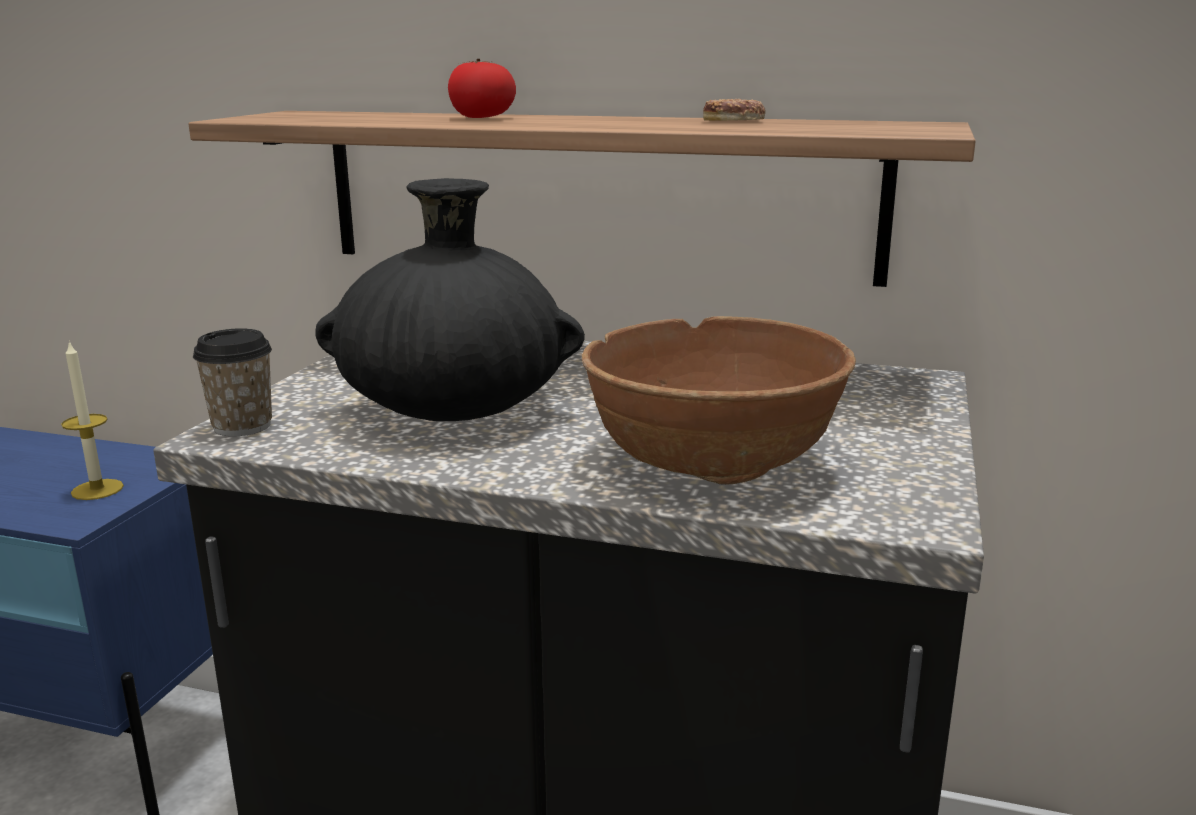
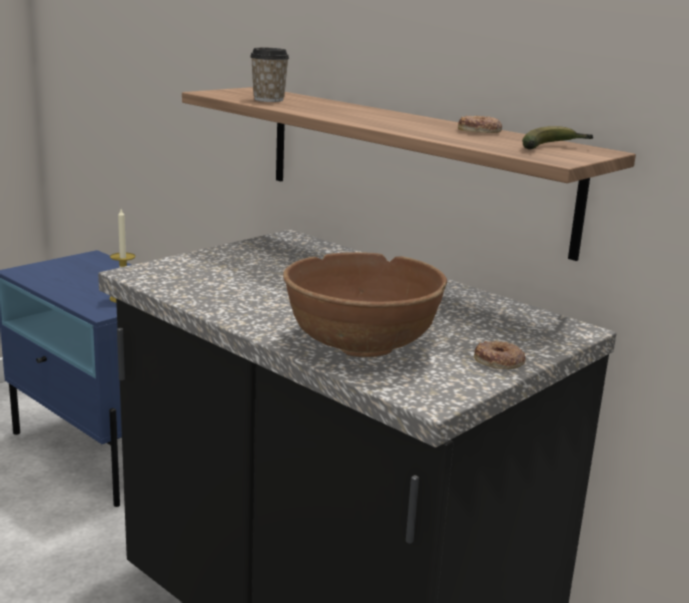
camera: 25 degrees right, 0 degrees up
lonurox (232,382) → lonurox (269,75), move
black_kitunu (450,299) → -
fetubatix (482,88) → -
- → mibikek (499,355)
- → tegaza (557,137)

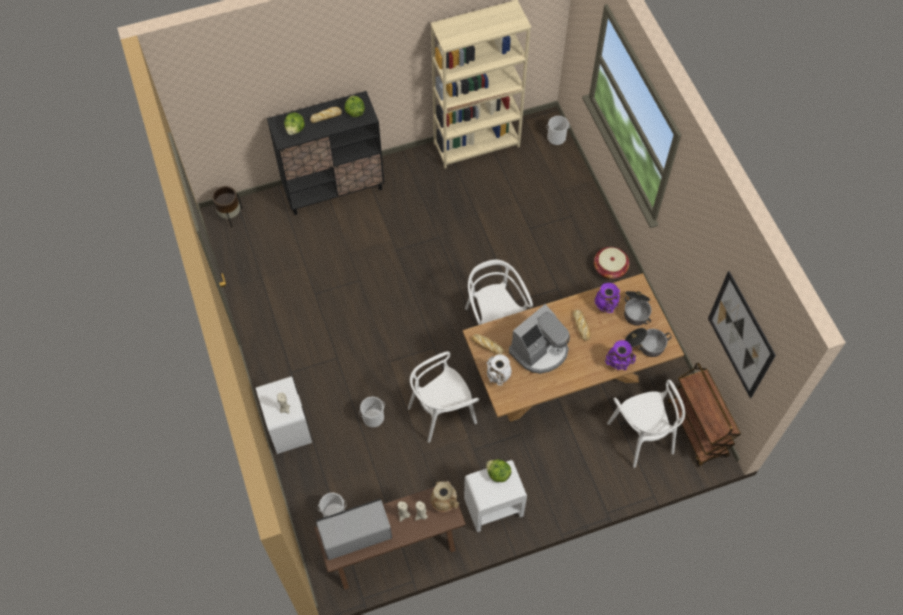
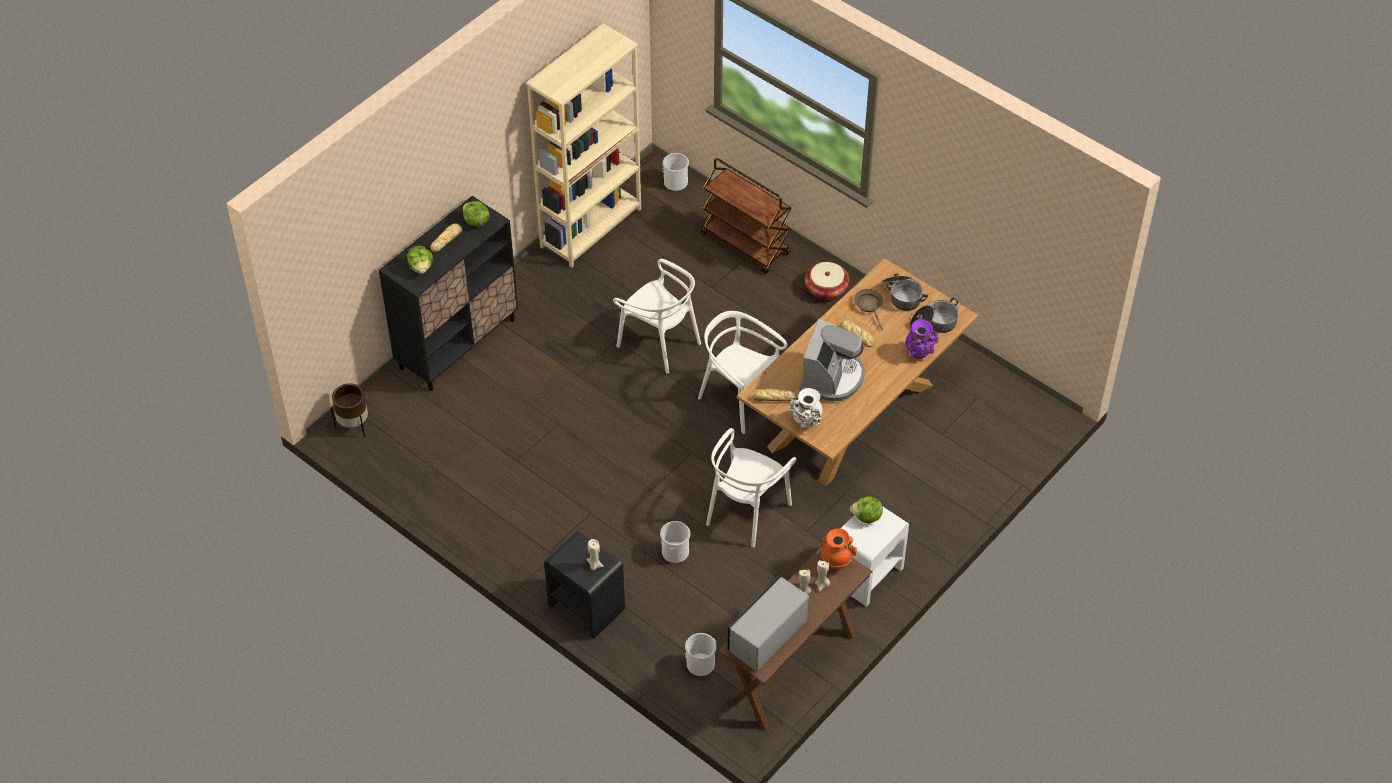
camera: 30 degrees left, 10 degrees down
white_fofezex (284,415) → black_fofezex (584,585)
beige_kitunu (445,496) → orange_kitunu (838,548)
purple_kitunu (607,298) → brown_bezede (868,309)
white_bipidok (646,424) → white_bipidok (657,316), move
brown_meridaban (704,415) → brown_meridaban (746,216), move
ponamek (742,334) → -

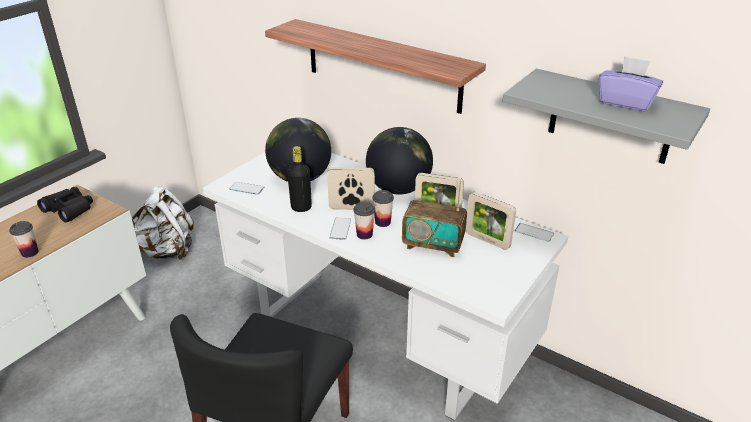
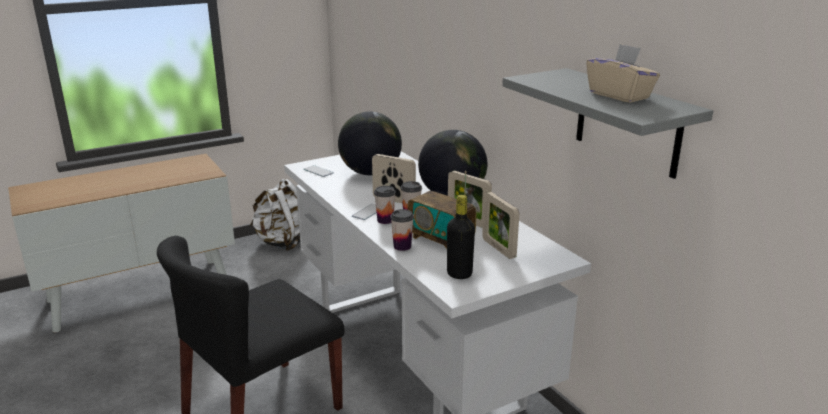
camera: 25 degrees right, 10 degrees down
lonurox (24,239) → lonurox (402,230), move
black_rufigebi (65,204) → -
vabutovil (375,66) → -
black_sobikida (299,179) → black_sobikida (461,237), move
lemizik (534,232) → -
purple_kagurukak (631,84) → beige_kagurukak (623,73)

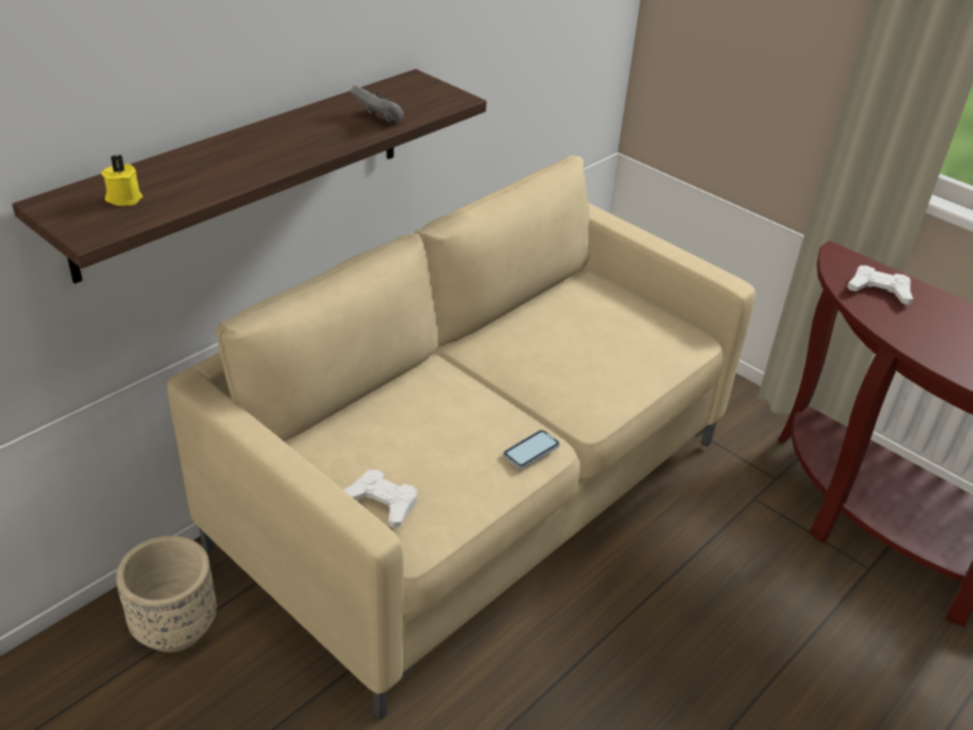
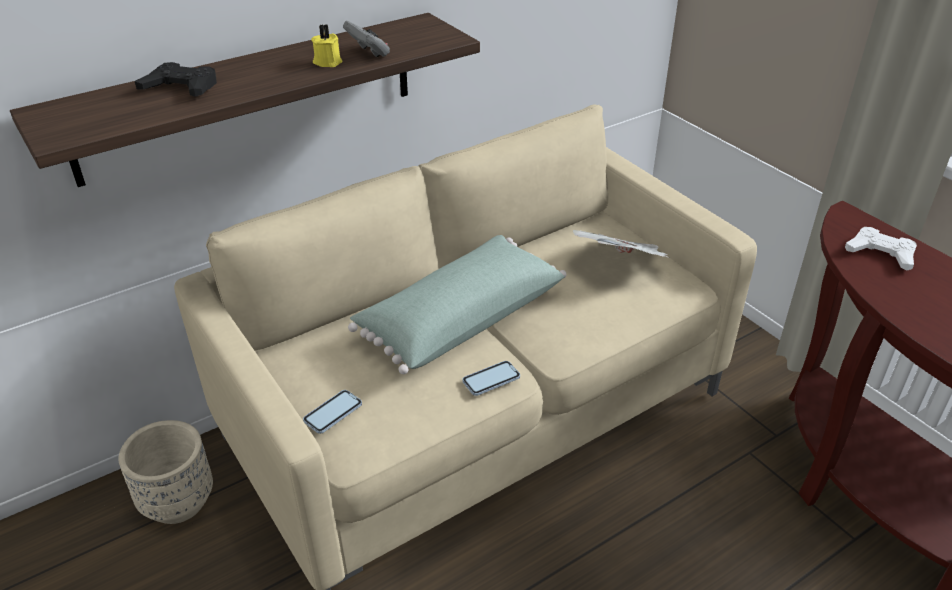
camera: 15 degrees right, 0 degrees up
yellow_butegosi (122,180) → yellow_butegosi (326,45), move
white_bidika (380,498) → lemizik (332,412)
- → black_bidika (176,79)
- → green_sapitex (457,304)
- → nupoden (621,244)

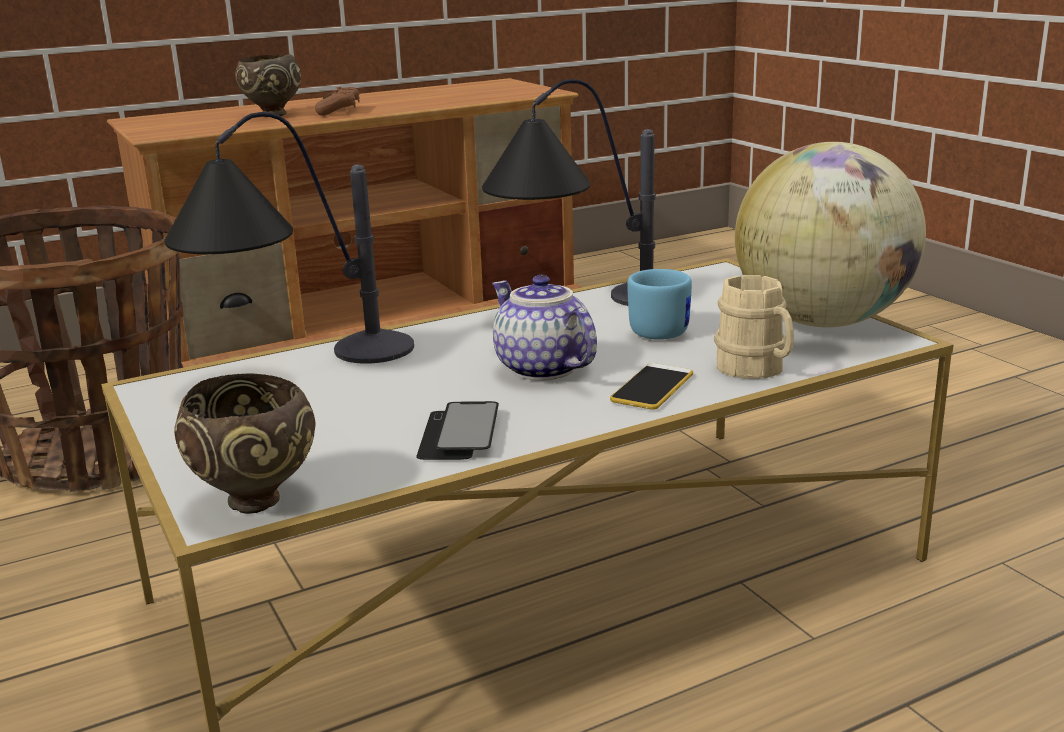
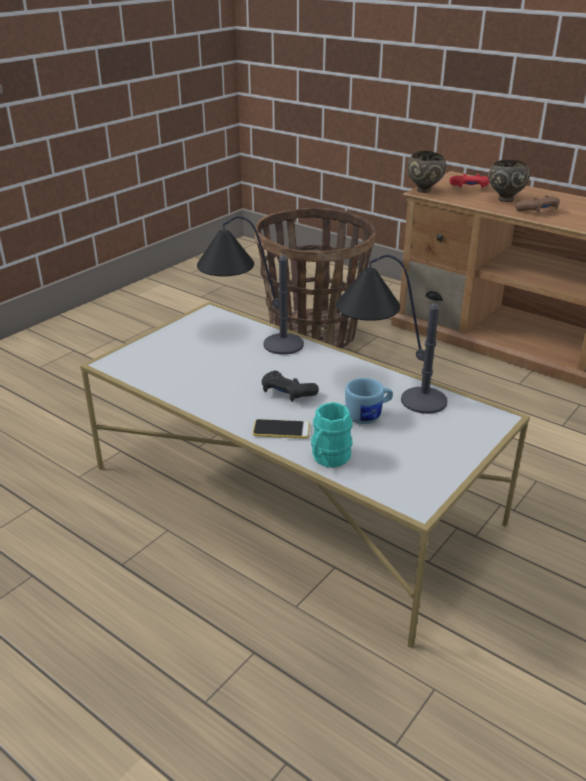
camera: 65 degrees right, 10 degrees up
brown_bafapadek (245,443) → brown_bafapadek (427,172), move
lemizik (457,430) → -
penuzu (544,327) → black_bidika (290,386)
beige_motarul (754,327) → turquoise_motarul (332,435)
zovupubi (830,234) → -
- → red_bidika (469,181)

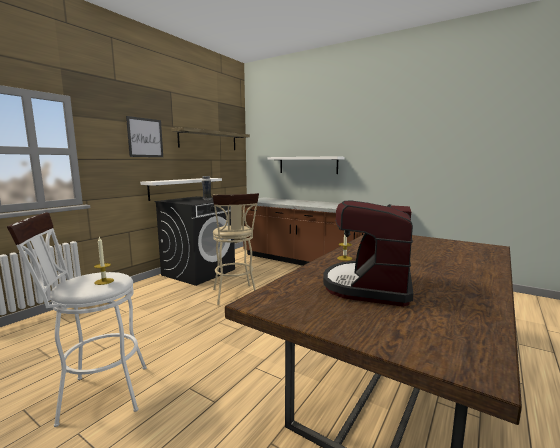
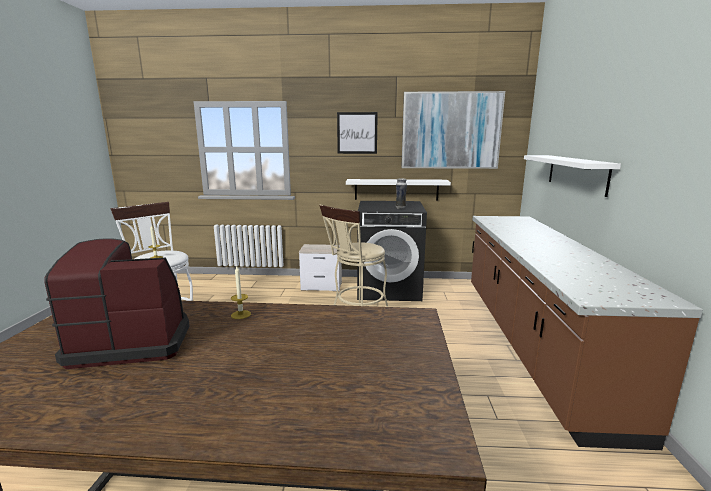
camera: 60 degrees right, 5 degrees up
vabutovil (210,138) → ponamek (453,130)
- → fofezex (320,267)

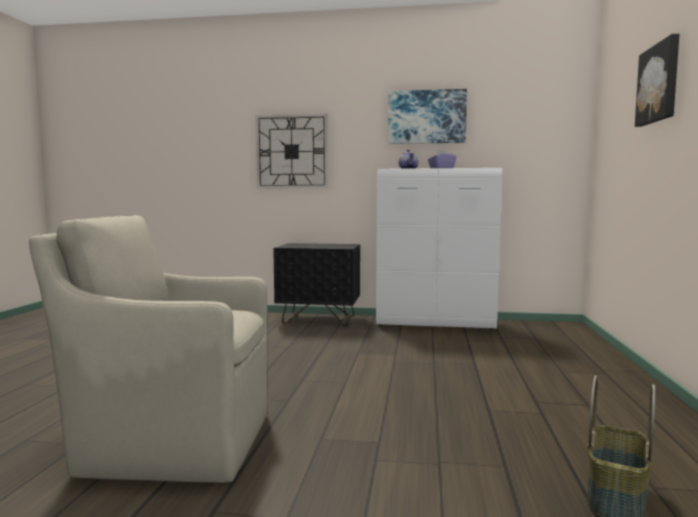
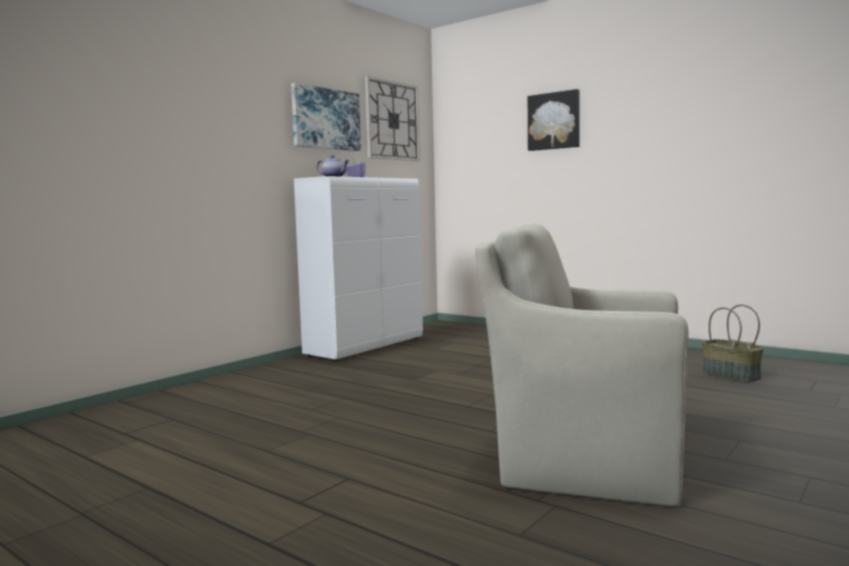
camera: 60 degrees left, 0 degrees up
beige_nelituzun (148,349) → beige_nelituzun (582,365), 75 degrees clockwise
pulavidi (291,151) → pulavidi (392,118), move
black_fofezex (316,284) → -

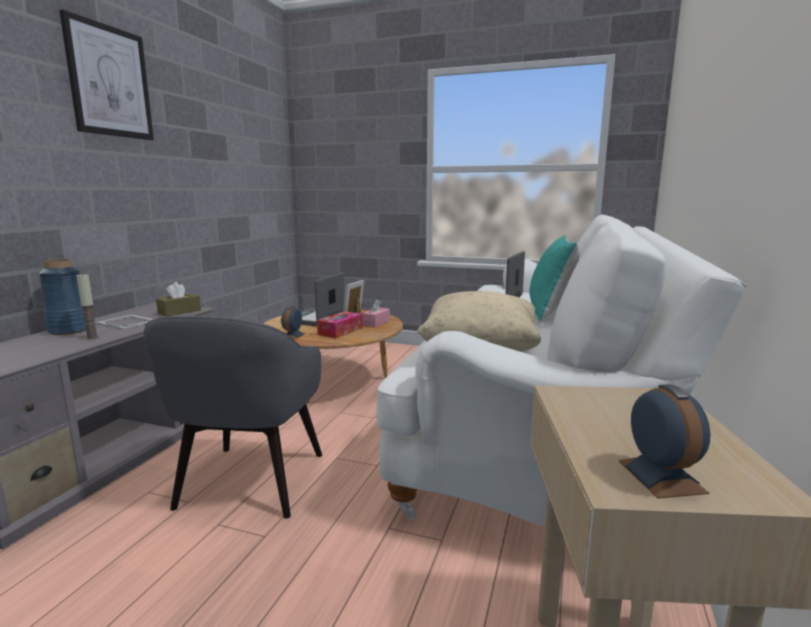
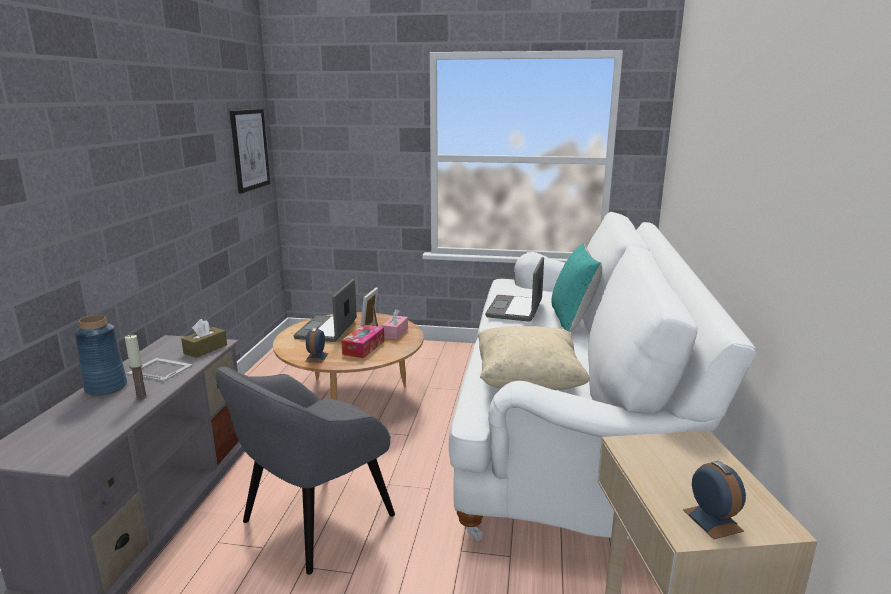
camera: 10 degrees left, 5 degrees up
ponamek (106,74) → ponamek (250,151), move
grey_nelituzun (232,417) → grey_nelituzun (305,471), 45 degrees clockwise

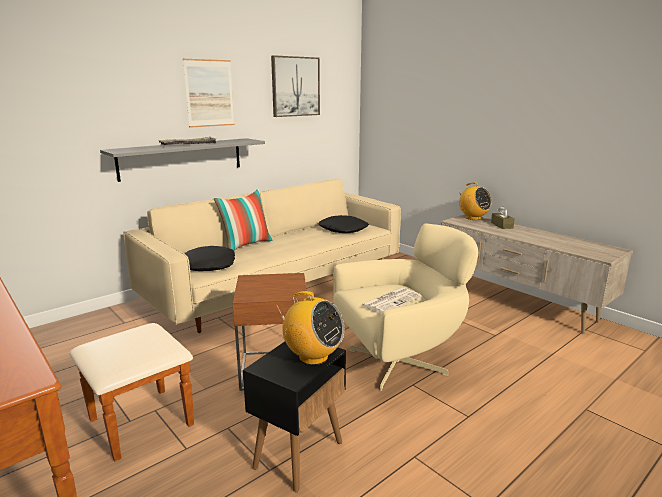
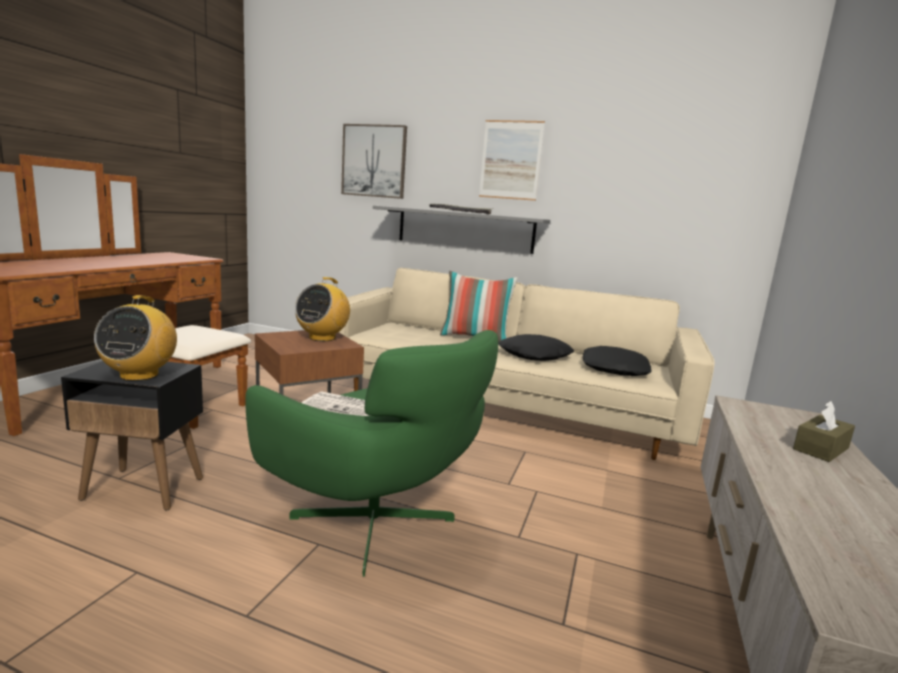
camera: 60 degrees right, 5 degrees down
black_sapitex (210,258) → black_sapitex (536,347), move
ponamek (295,86) → ponamek (374,161), move
beige_nelituzun (405,307) → green_nelituzun (372,453)
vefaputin (475,201) → vefaputin (322,309), move

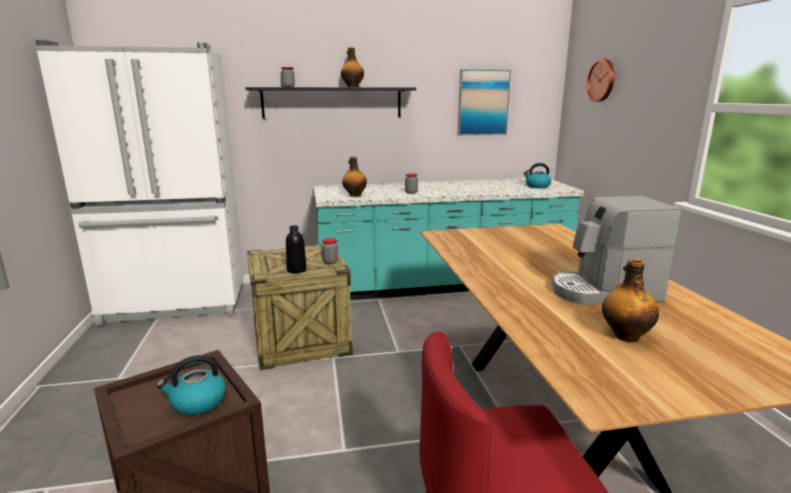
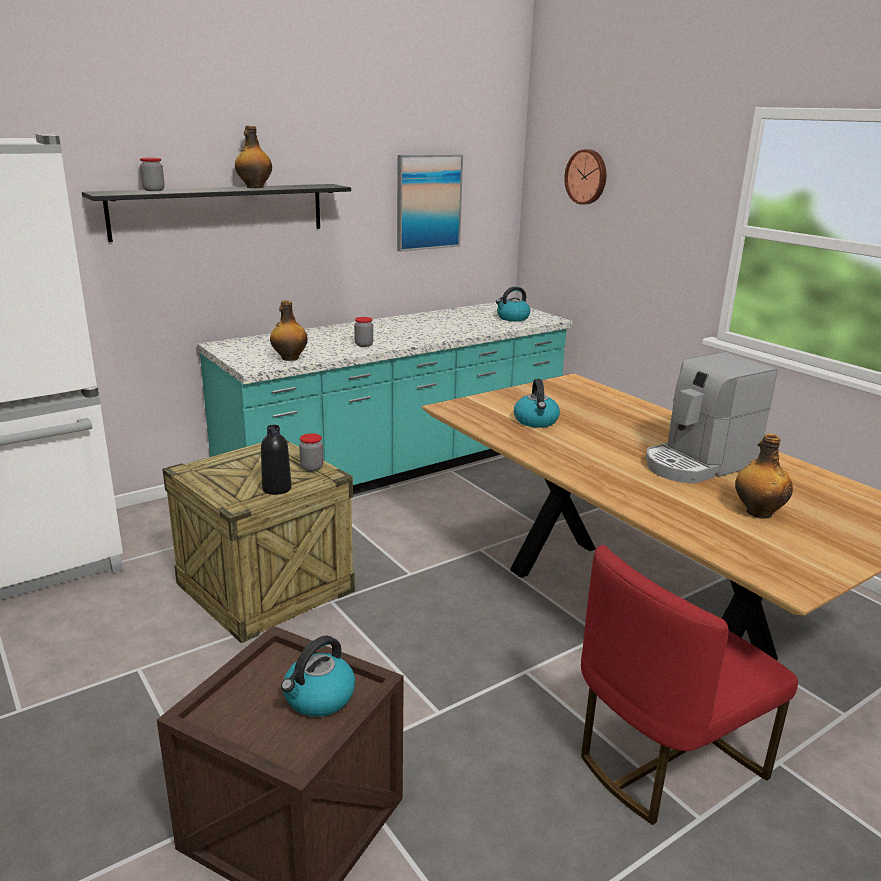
camera: 25 degrees left, 5 degrees up
- → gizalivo (537,403)

